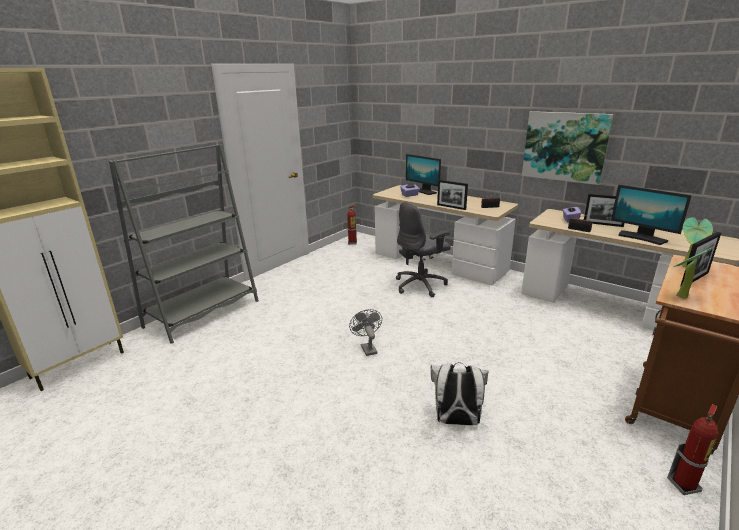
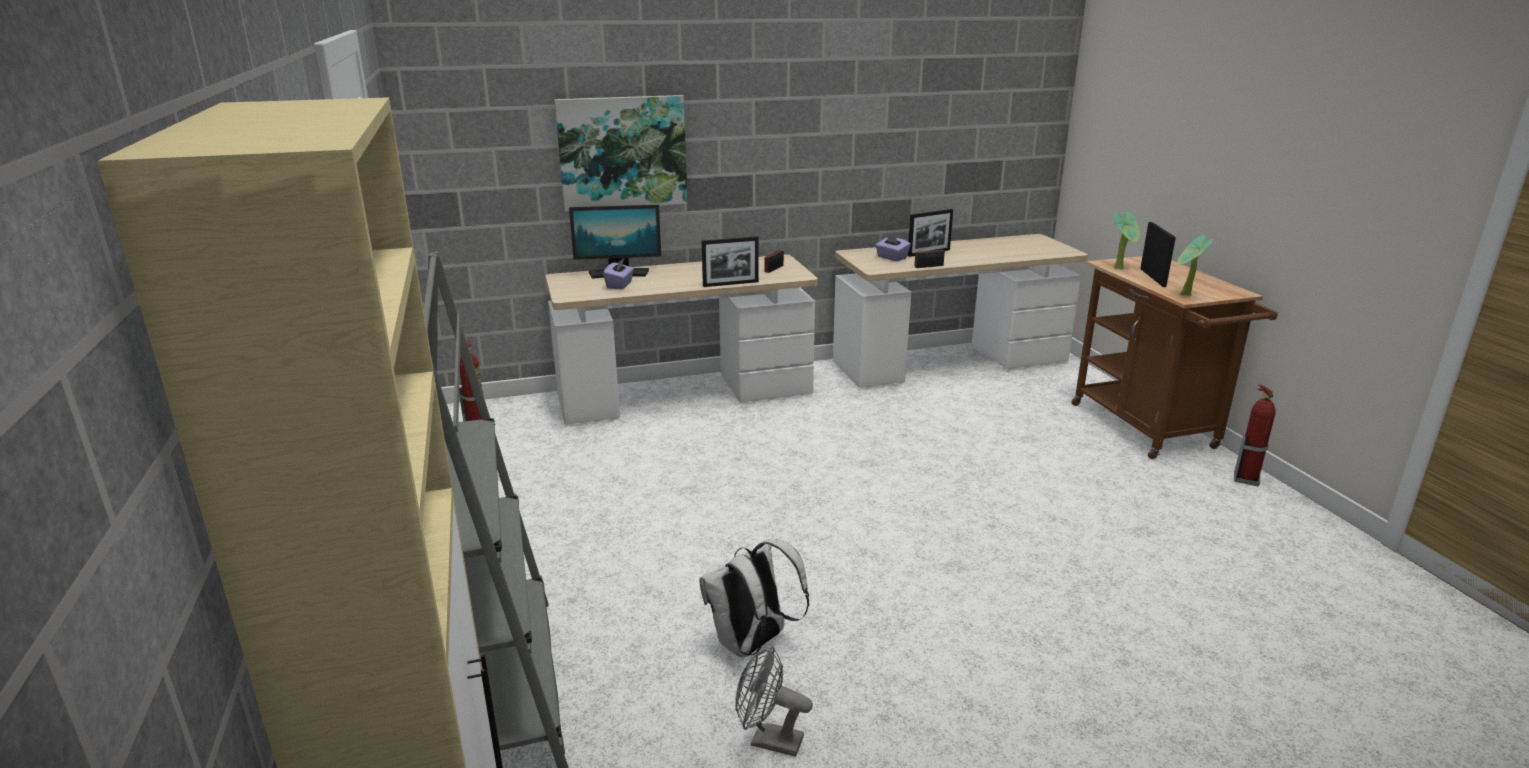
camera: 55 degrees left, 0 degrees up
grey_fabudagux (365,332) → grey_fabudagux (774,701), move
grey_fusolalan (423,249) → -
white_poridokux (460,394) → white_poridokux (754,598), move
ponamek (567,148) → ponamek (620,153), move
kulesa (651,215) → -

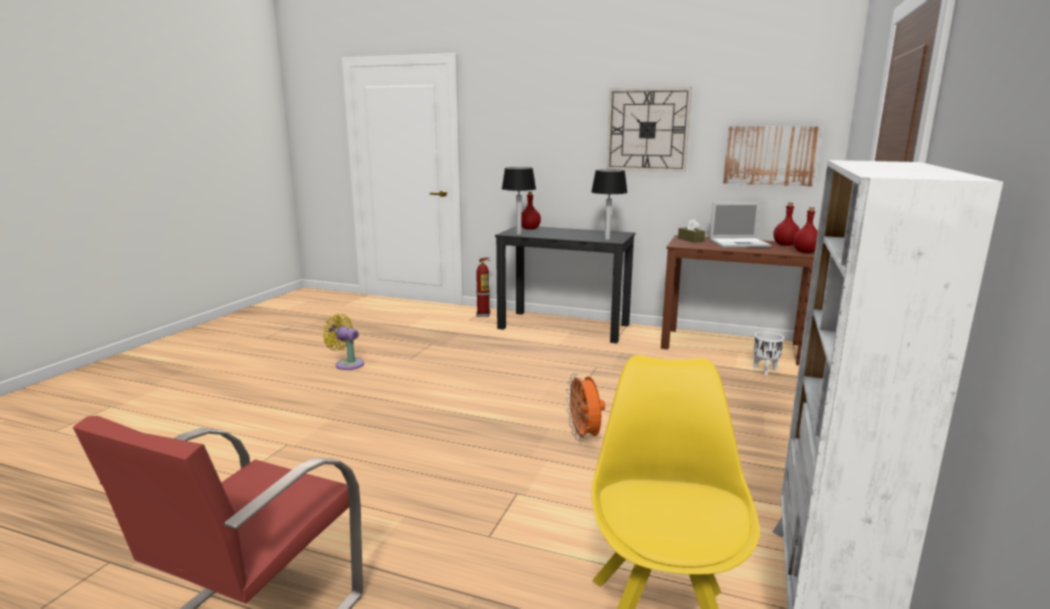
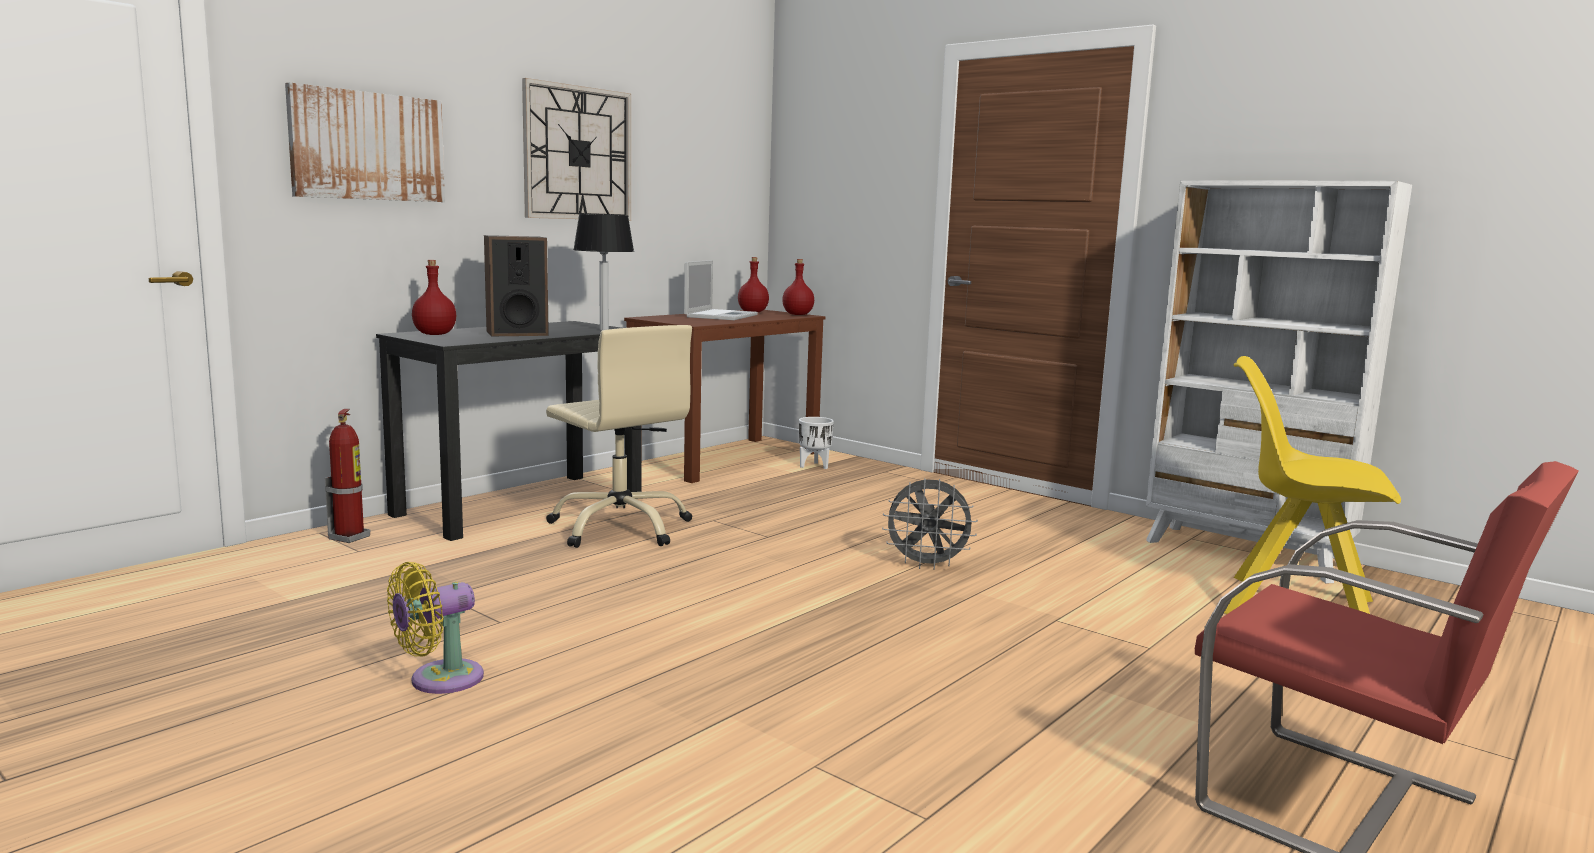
camera: 70 degrees left, 5 degrees down
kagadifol (519,201) → -
orange_fabudagux (585,407) → grey_fabudagux (930,524)
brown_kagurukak (691,231) → -
ponamek (772,156) → ponamek (365,142), move
- → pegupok (516,285)
- → beige_fusolalan (619,436)

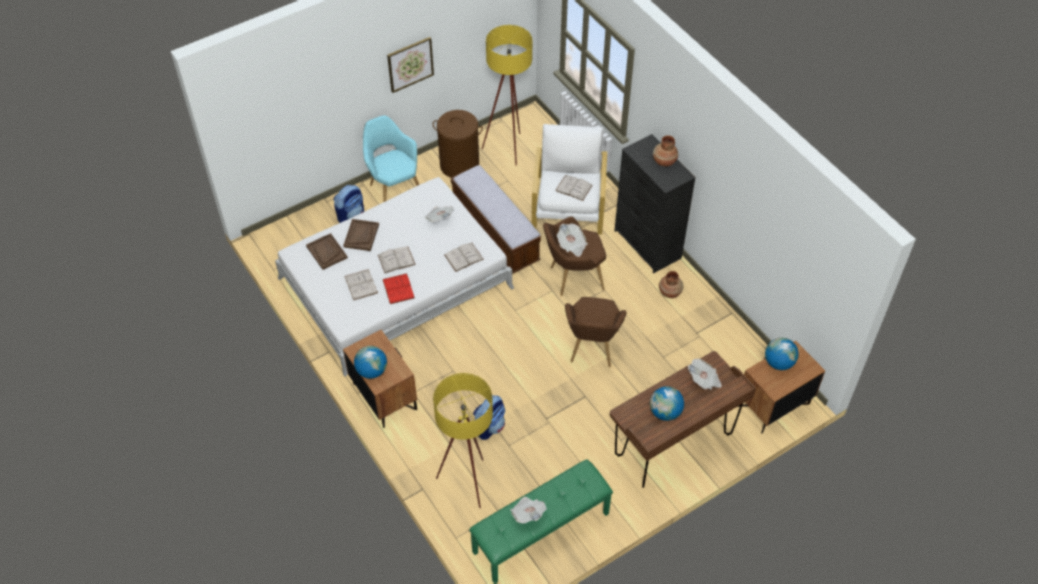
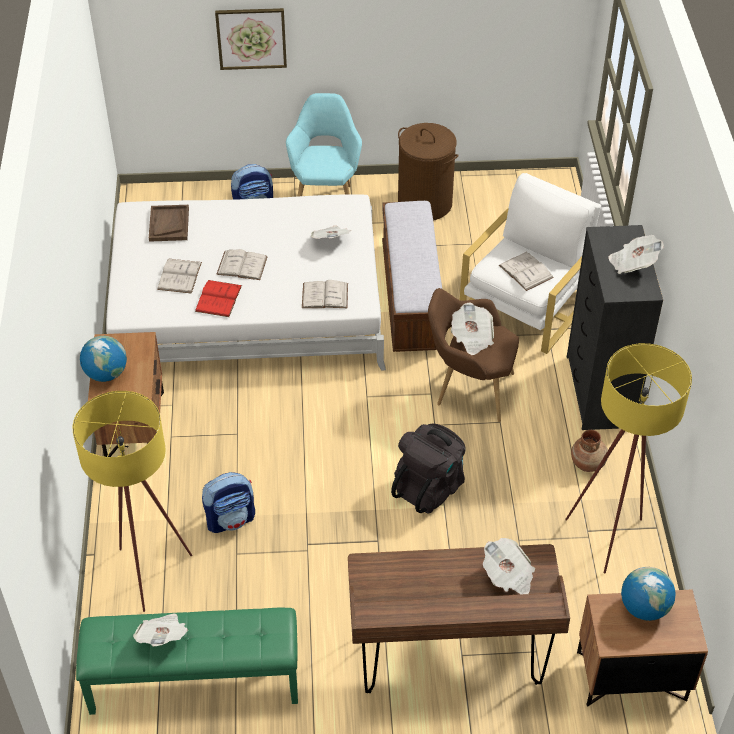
camera: 30 degrees right, 5 degrees down
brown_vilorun (361,235) → -
ponamek (410,65) → ponamek (251,39), move
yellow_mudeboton (507,95) → yellow_mudeboton (628,458), move
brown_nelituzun (596,332) → black_poridokux (428,468)
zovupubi (667,403) → -
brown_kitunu (665,150) → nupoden (636,254)

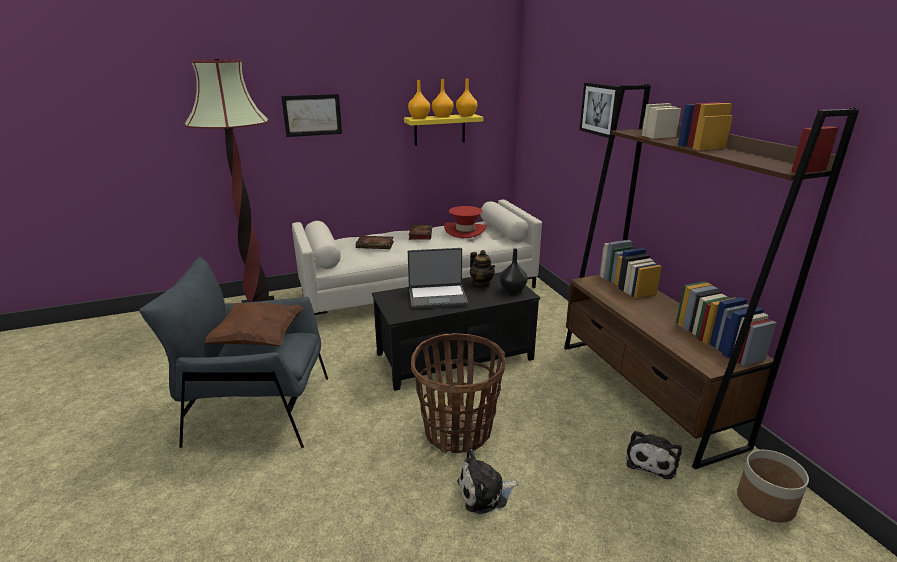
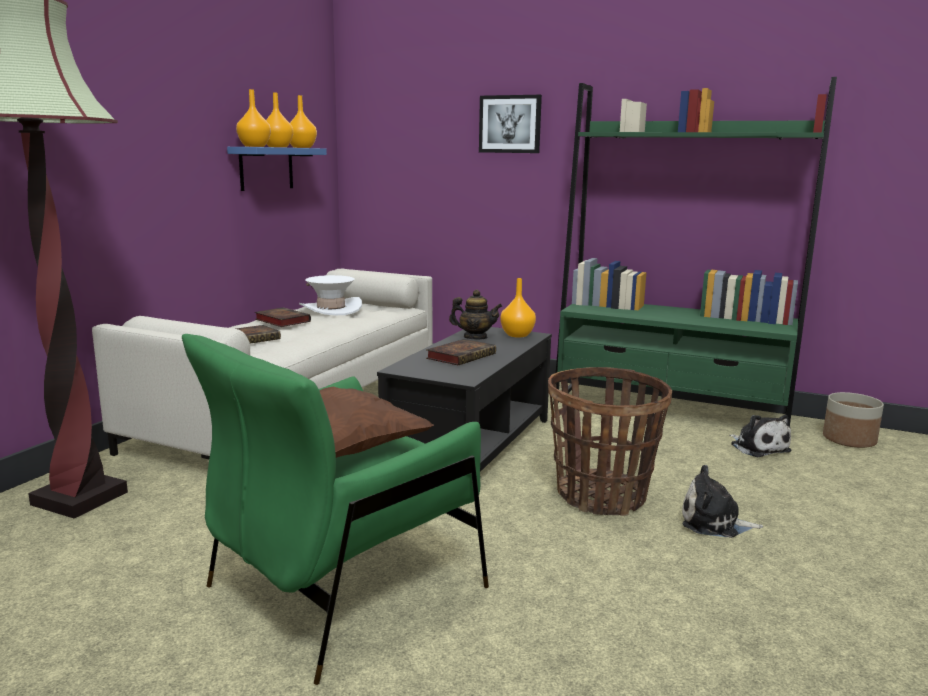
camera: 45 degrees left, 10 degrees down
grey_nelituzun (233,352) → green_nelituzun (335,509)
ponamek (311,115) → -
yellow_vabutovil (443,130) → blue_vabutovil (277,169)
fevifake (438,278) → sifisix (461,352)
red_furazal (465,222) → white_furazal (330,295)
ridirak (488,481) → ridirak (722,501), 75 degrees clockwise
black_kitunu (514,271) → orange_kitunu (518,308)
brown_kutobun (711,276) → green_kutobun (695,252)

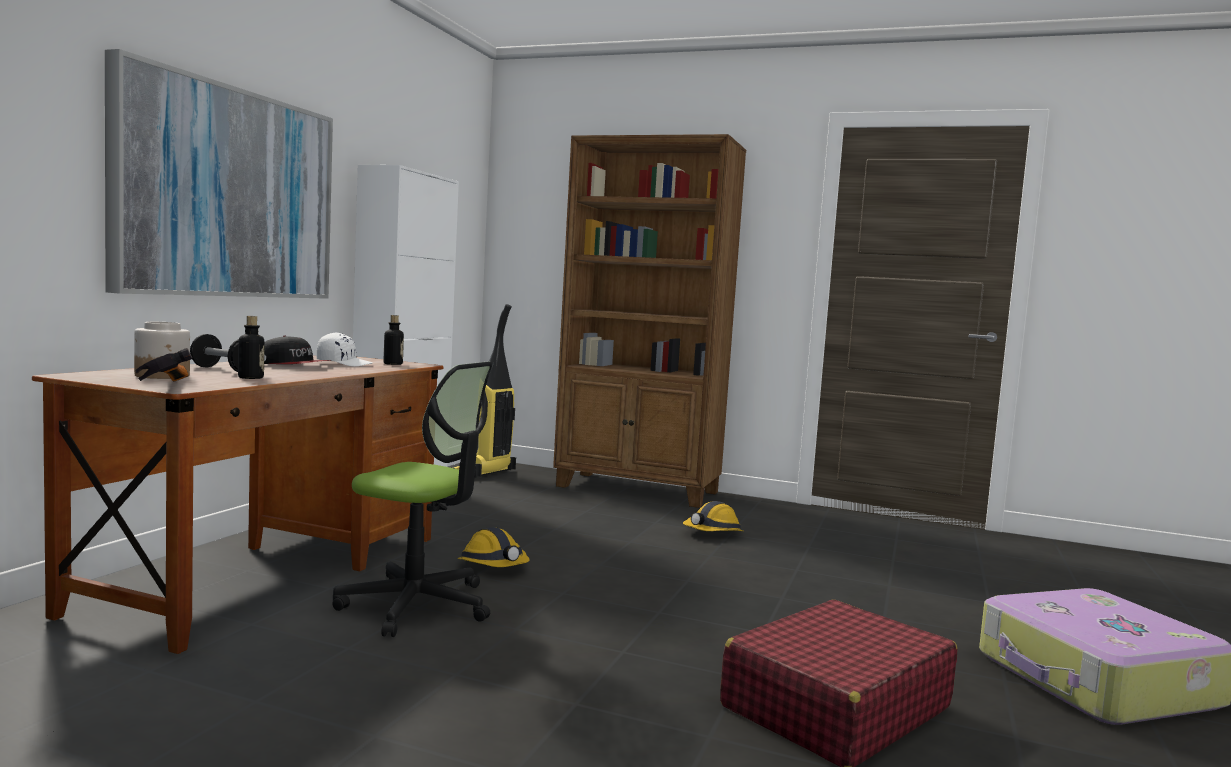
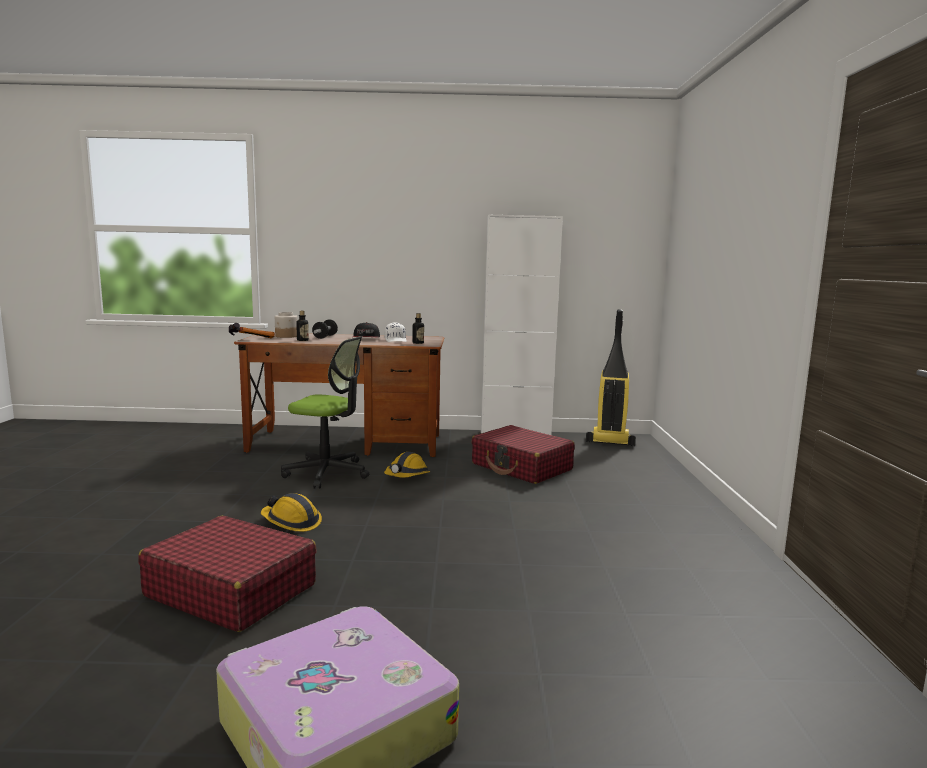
camera: 70 degrees right, 5 degrees up
ponamek (219,174) → -
fusolalan (413,499) → fusolalan (325,412), 75 degrees counterclockwise
brown_kutobun (649,321) → -
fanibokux (713,516) → fanibokux (291,512), move
- → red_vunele (523,454)

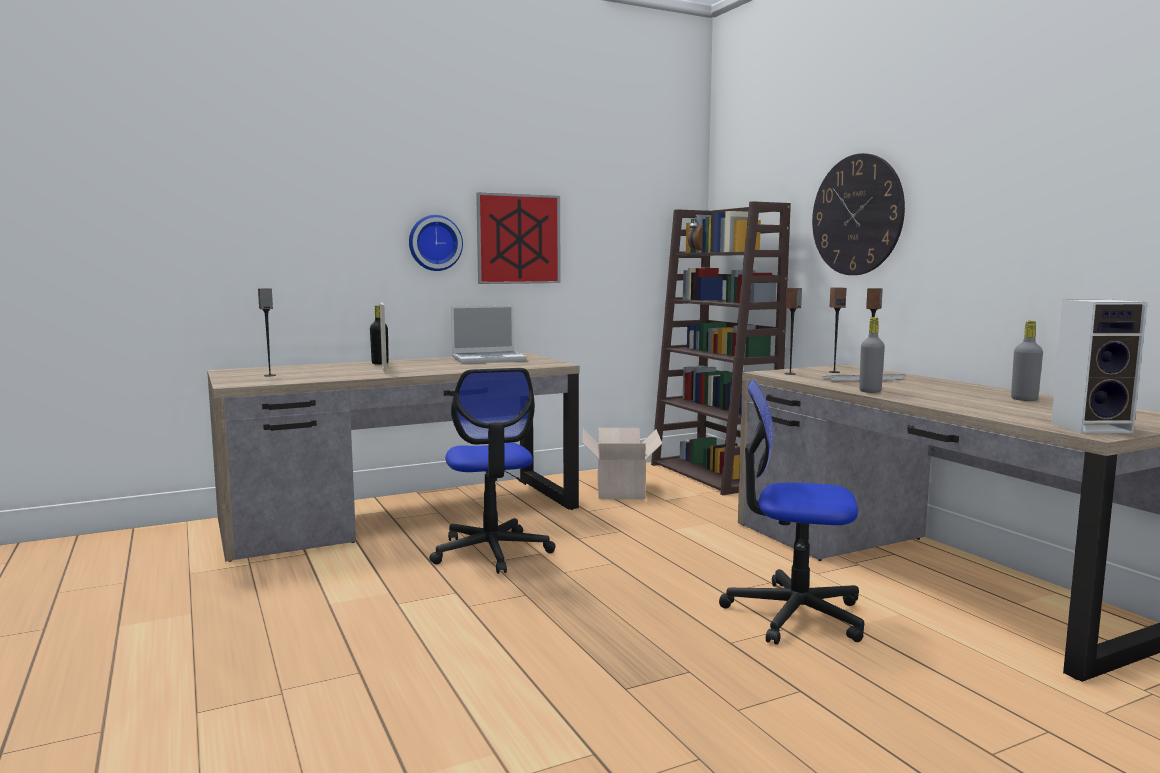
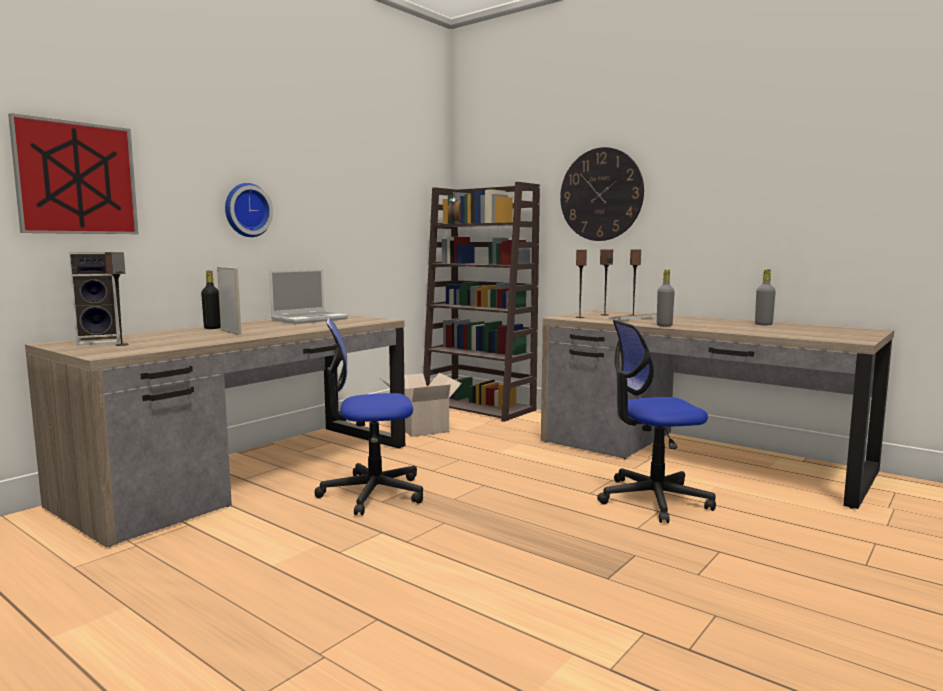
camera: 25 degrees left, 0 degrees up
fusolalan (492,471) → fusolalan (368,416), 120 degrees clockwise
ponamek (518,238) → ponamek (73,173), move
pegupok (1099,367) → pegupok (94,298), move

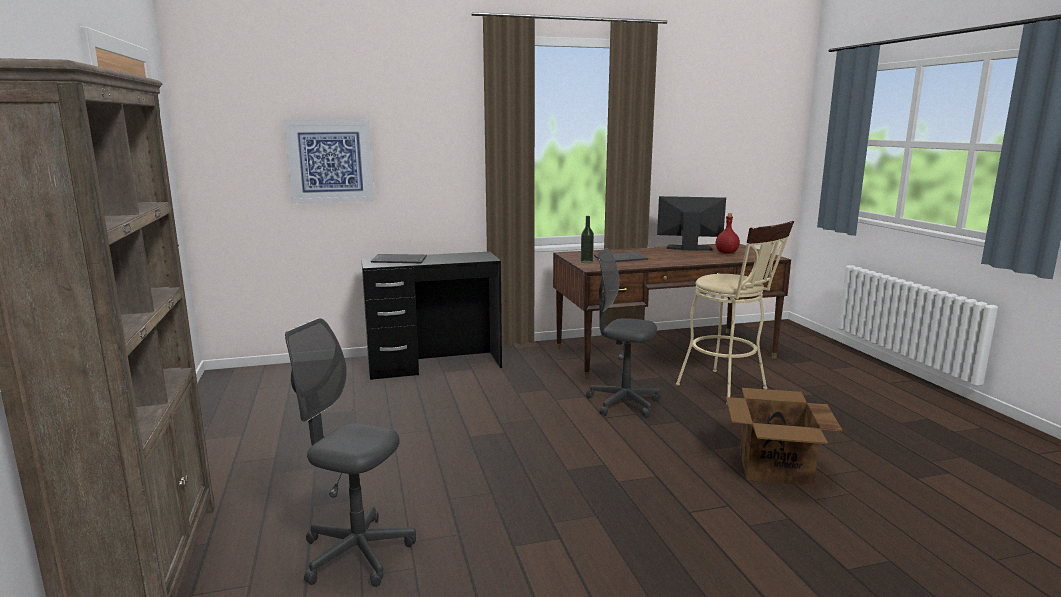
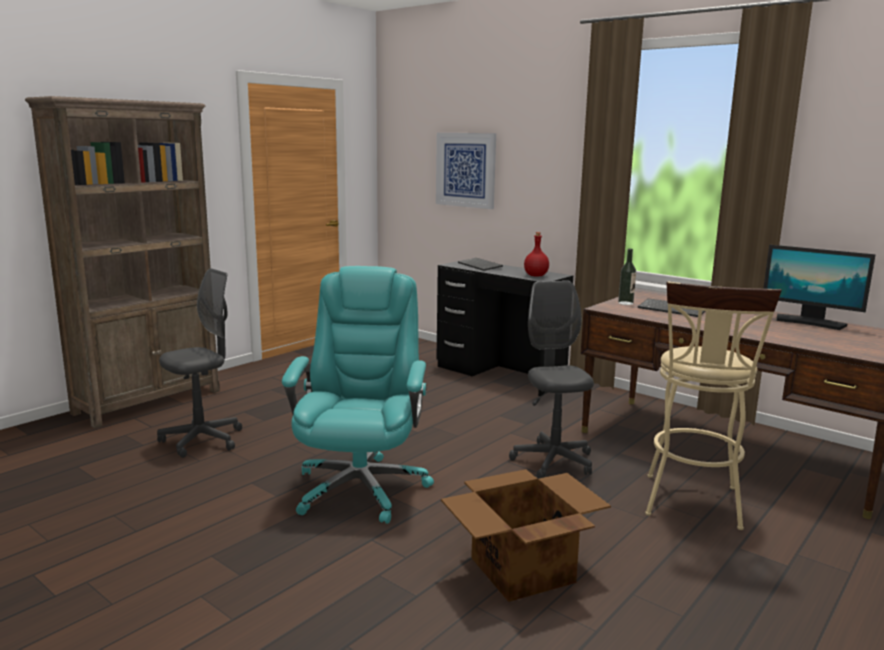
camera: 55 degrees right, 0 degrees up
grey_fusolalan (350,452) → grey_fusolalan (199,363), 60 degrees clockwise
kulesa (691,223) → kulesa (819,287), 150 degrees clockwise
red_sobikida (728,233) → red_sobikida (536,254), move
- → turquoise_fusolalan (358,395)

